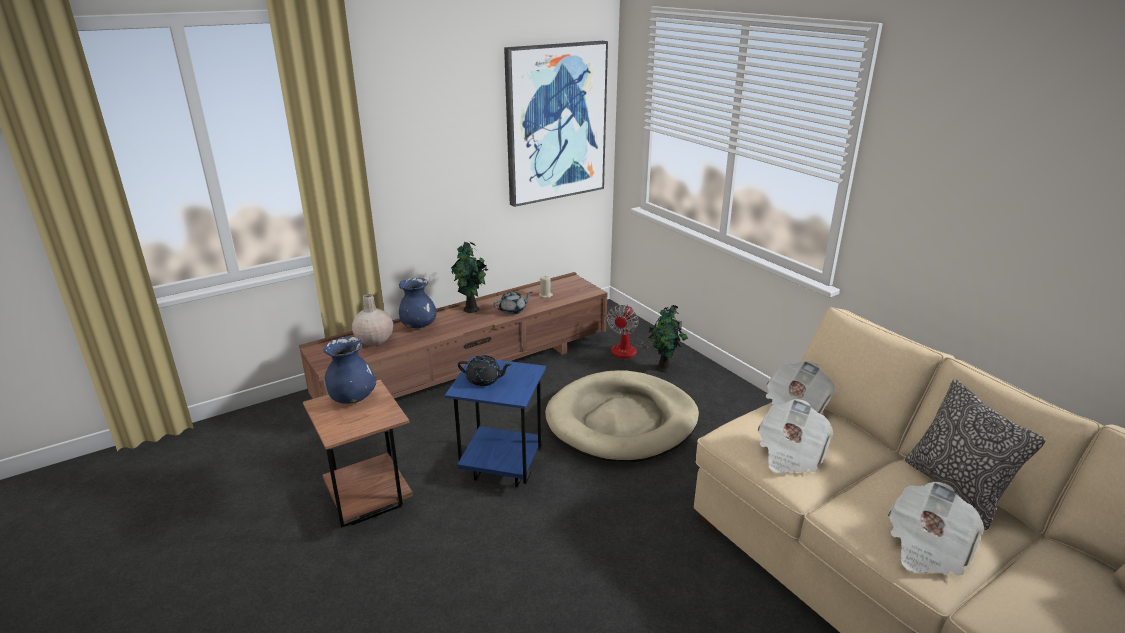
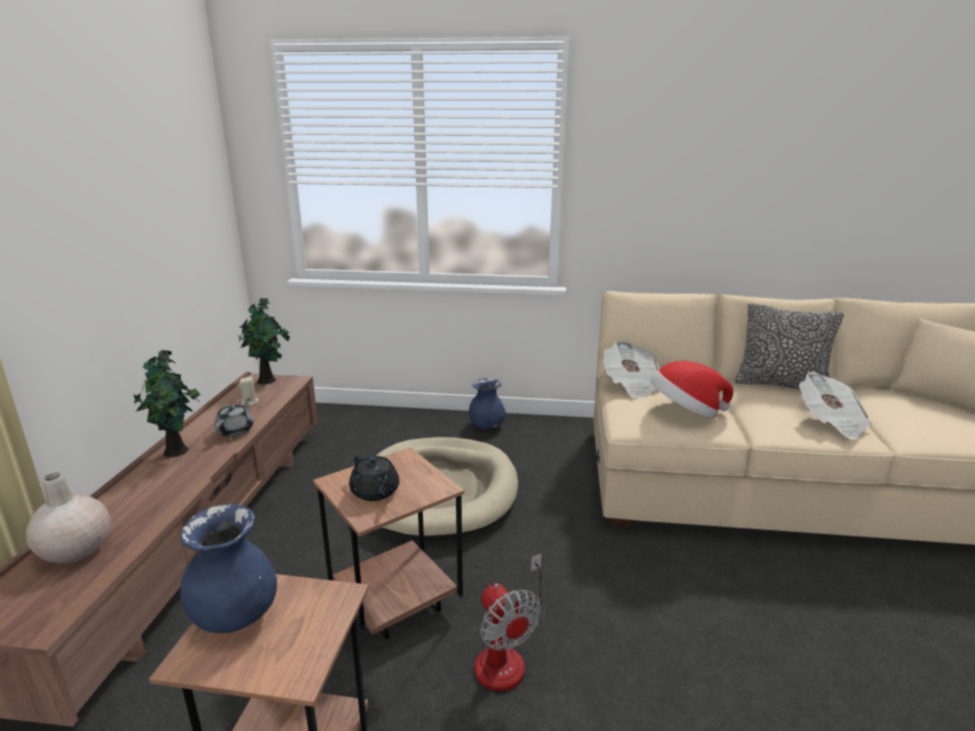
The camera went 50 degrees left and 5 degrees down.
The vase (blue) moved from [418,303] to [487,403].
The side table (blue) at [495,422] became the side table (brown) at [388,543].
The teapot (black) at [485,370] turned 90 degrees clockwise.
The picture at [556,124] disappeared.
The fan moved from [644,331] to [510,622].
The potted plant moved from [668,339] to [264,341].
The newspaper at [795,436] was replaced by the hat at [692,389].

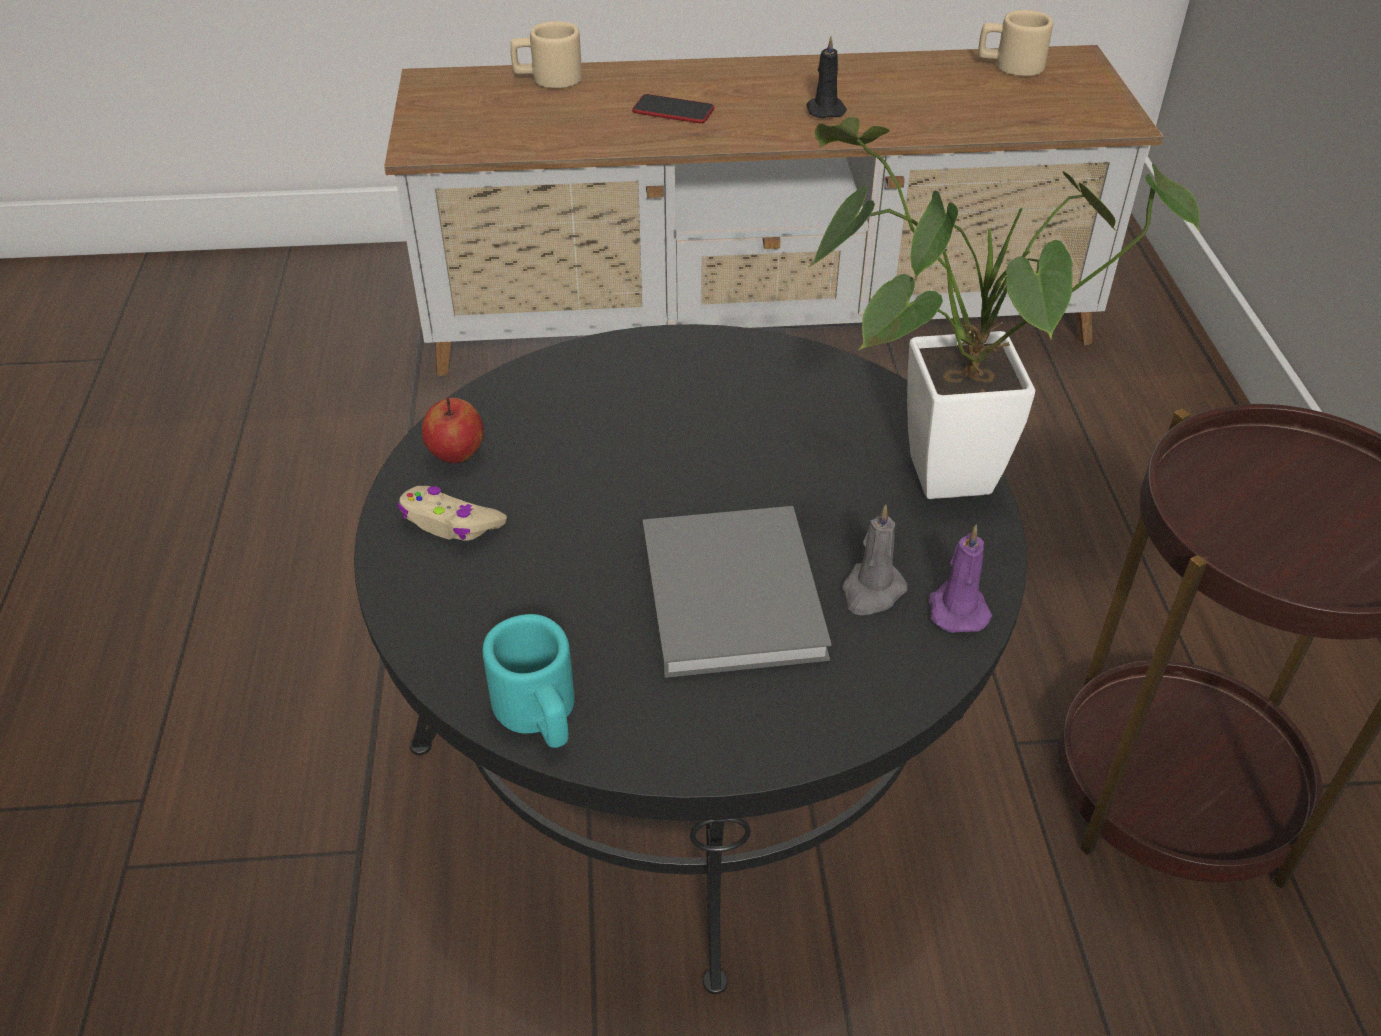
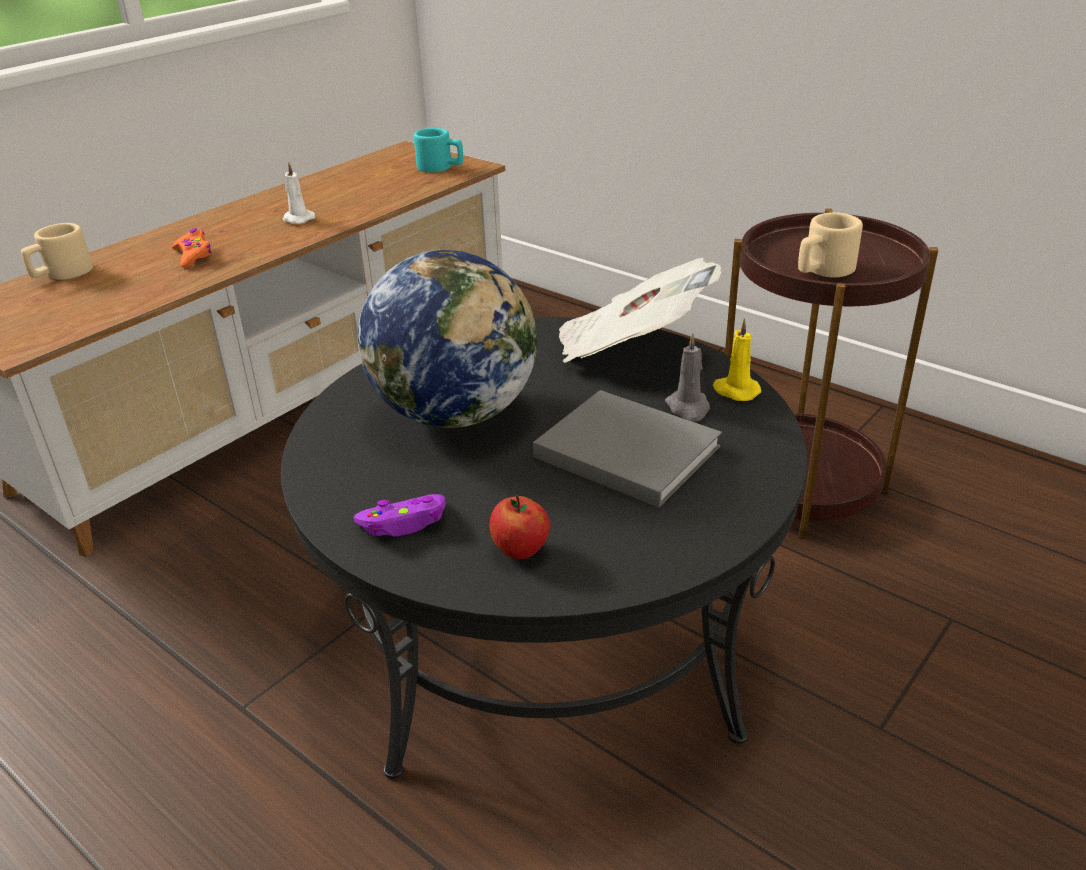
The camera went 45 degrees left and 10 degrees down.
The game controller (beige) at [452,513] became the game controller (purple) at [400,515].
The apple moved from [453,430] to [520,527].
The mug (turquoise) moved from [528,681] to [438,150].
The phone at [673,108] was replaced by the game controller (orange) at [191,248].
The candle (black) at [826,77] became the candle (white) at [299,193].
The potted plant at [1004,308] was replaced by the newspaper at [640,310].
The candle (purple) at [960,579] became the candle (yellow) at [737,359].
The mug (beige) moved from [1015,43] to [830,245].
The globe at [447,339] appeared.

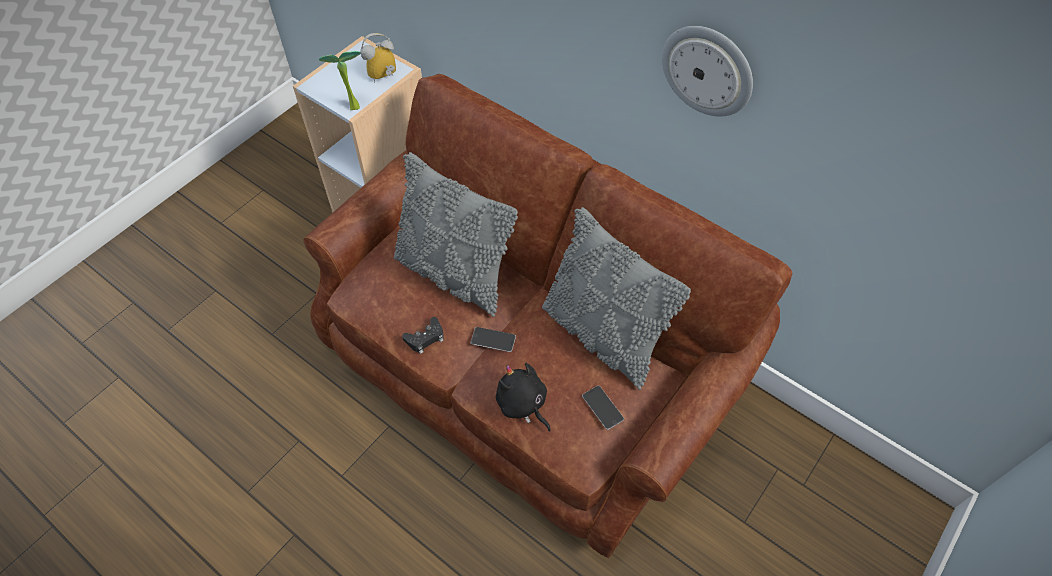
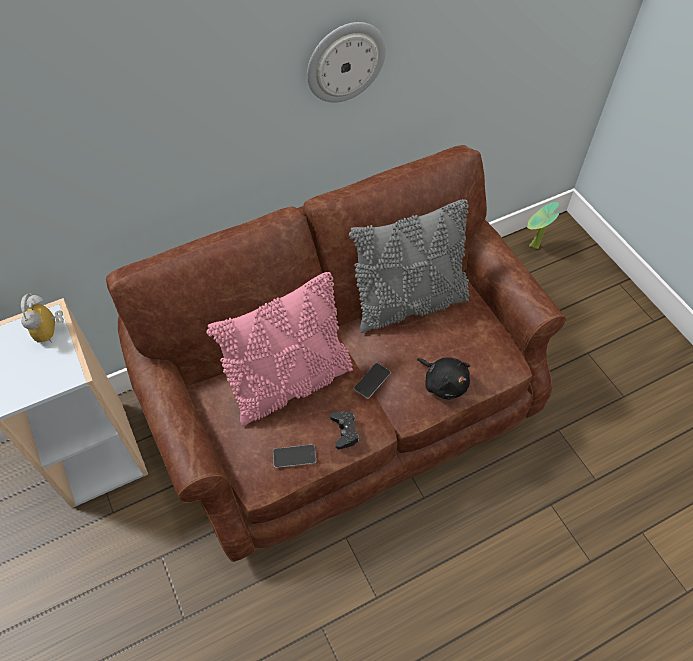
The camera went 65 degrees left and 0 degrees up.
The potted plant moved from [340,80] to [543,225].
The pillow (grey) at [456,234] became the pillow (pink) at [279,349].
The plush toy (black) at [523,397] turned 120 degrees counterclockwise.
The phone moved from [603,408] to [294,456].

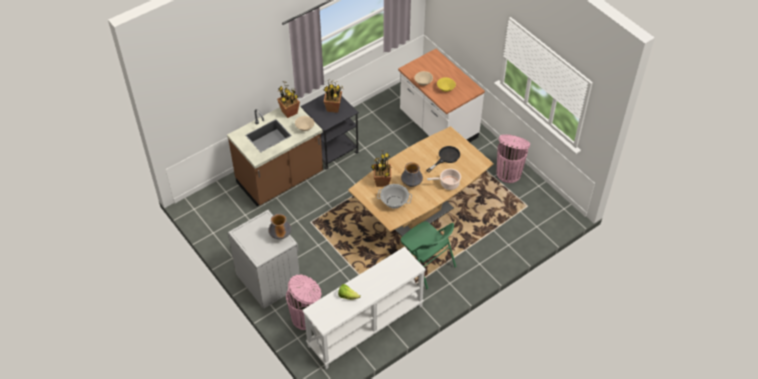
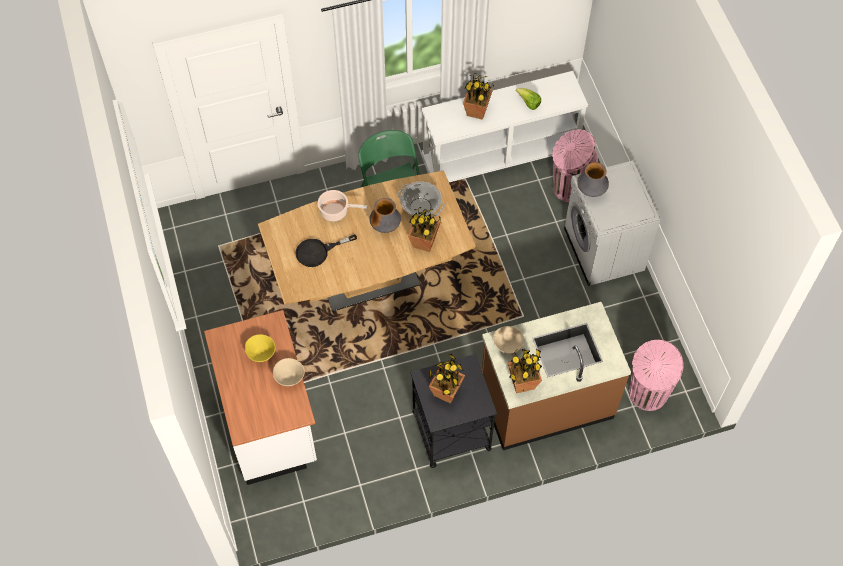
The camera went 160 degrees left and 10 degrees up.
The trash can (pink) moved from [513,158] to [656,375].
The potted plant at [479,96] appeared.

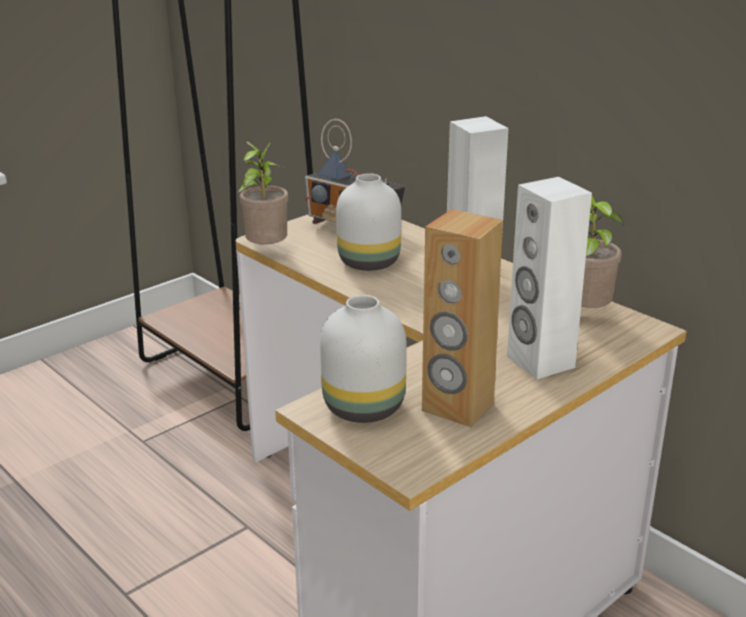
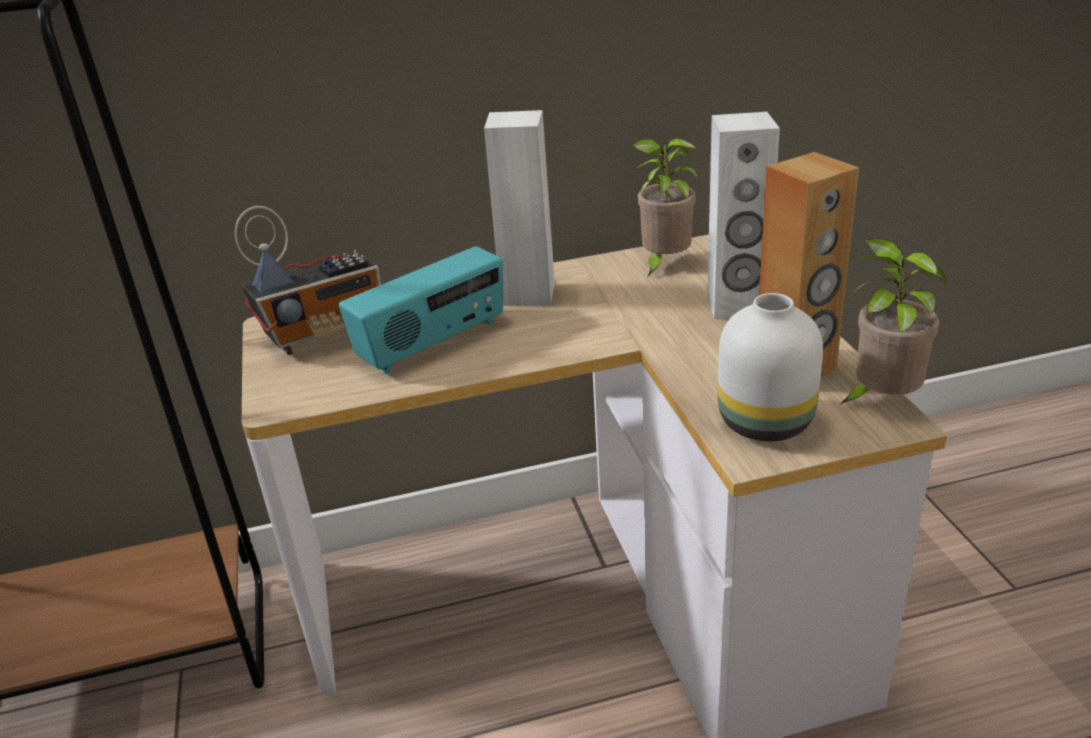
The camera went 60 degrees left and 5 degrees up.
The potted plant moved from [263,193] to [893,321].
The vase (white) at [368,222] was replaced by the radio at [421,310].

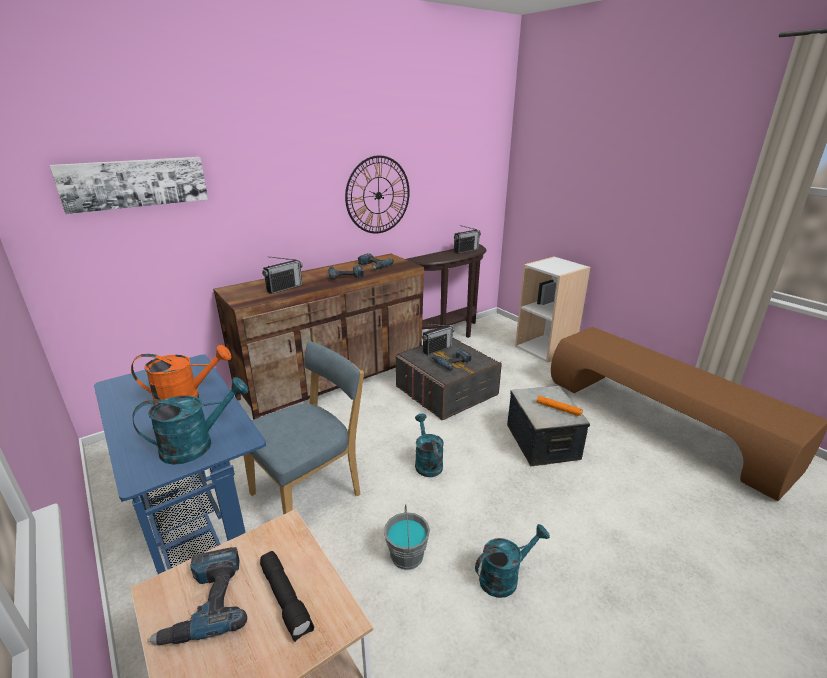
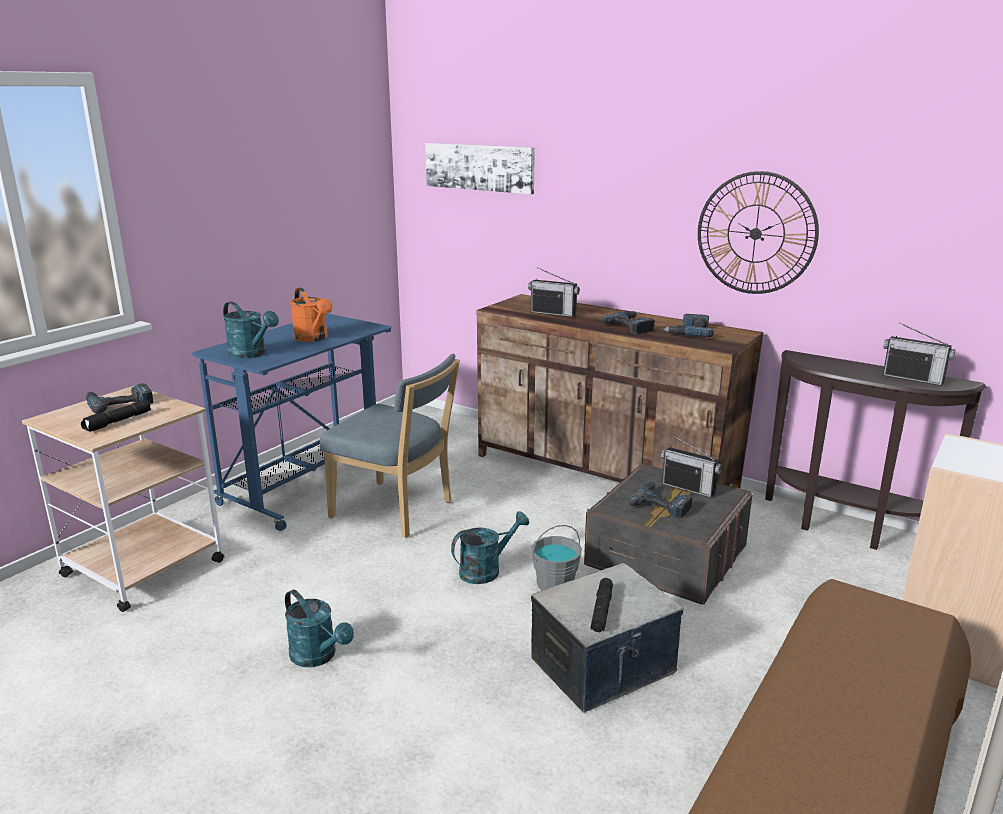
The camera went 70 degrees right and 5 degrees down.
The bucket (grey) moved from [407,537] to [556,558].
The flashlight (orange) at [560,406] became the flashlight (black) at [601,605].

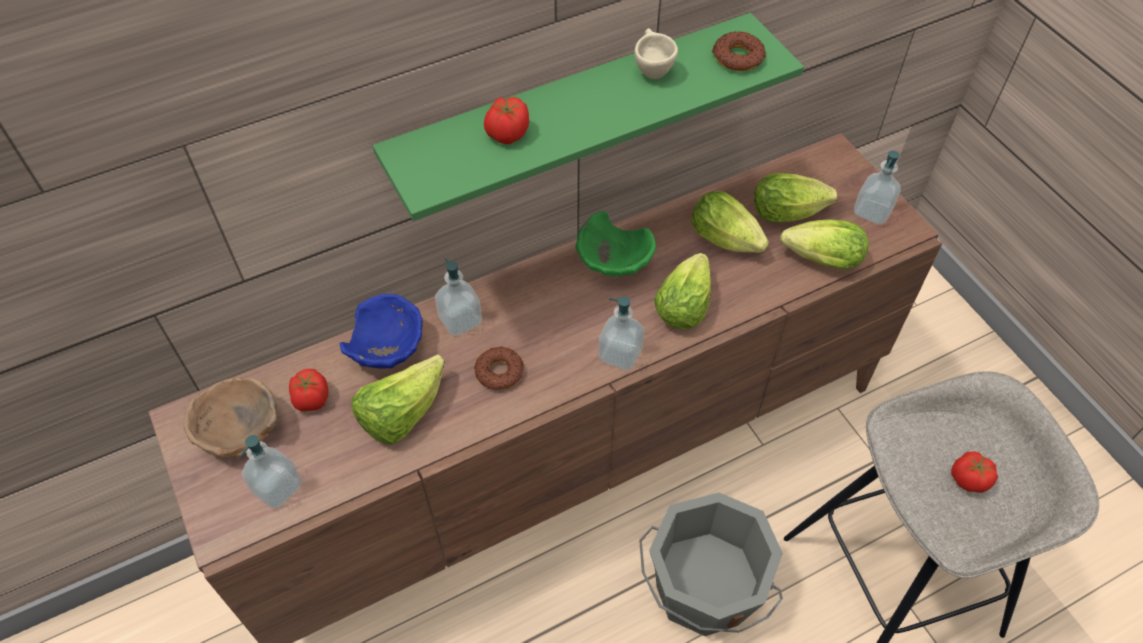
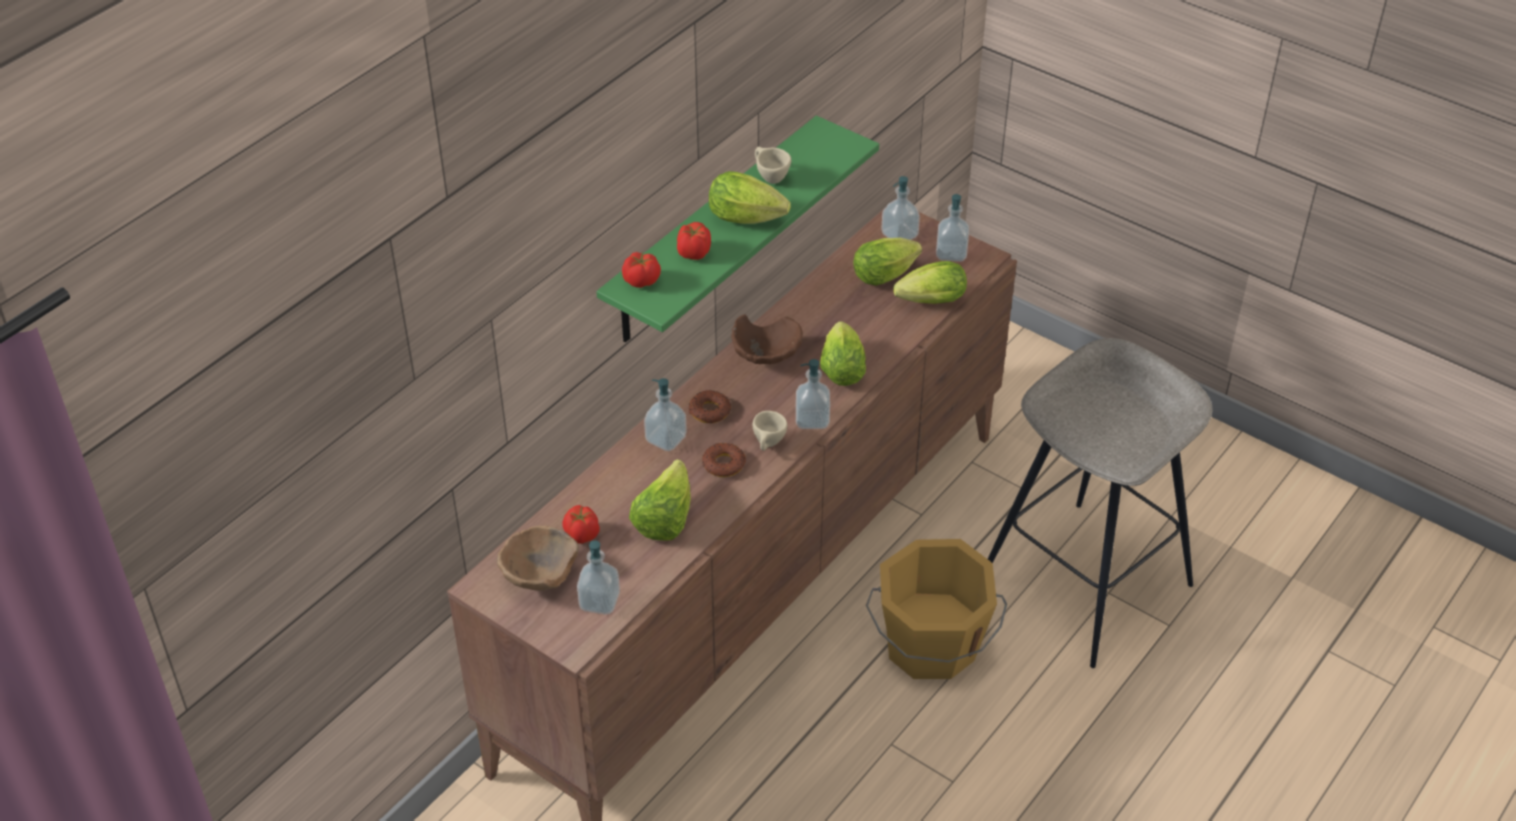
The camera went 25 degrees left and 10 degrees down.
The bowl (blue) at [381,331] disappeared.
The bowl (green) at [616,244] became the bowl (brown) at [767,339].
The bucket (grey) at [711,564] became the bucket (orange) at [936,609].
The lettuce moved from [730,222] to [750,197].
The donut moved from [739,51] to [710,406].
The tomato moved from [974,472] to [641,270].
The cup (beige) at [770,431] appeared.
The soap dispenser at [900,208] appeared.

